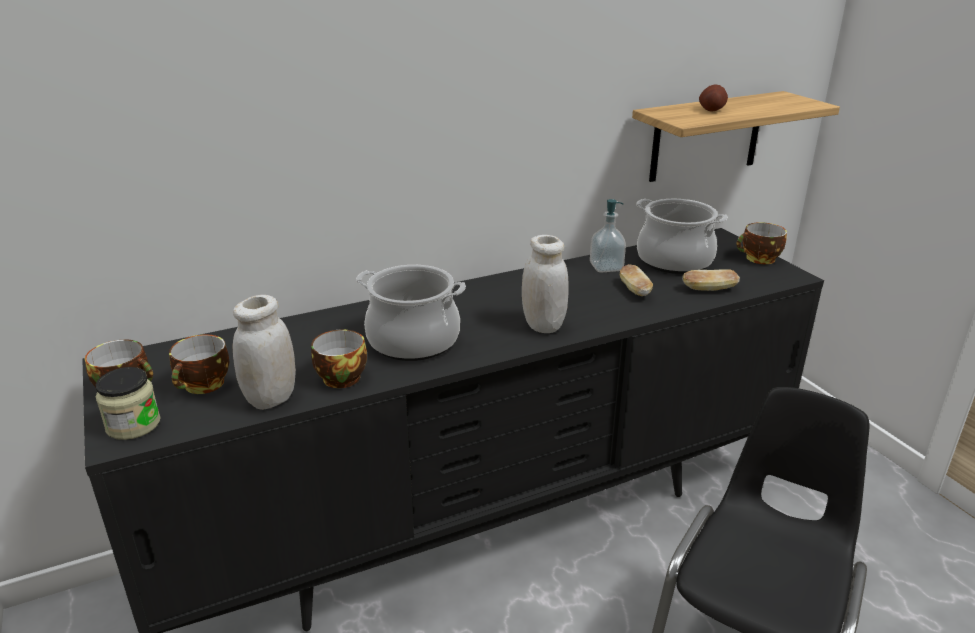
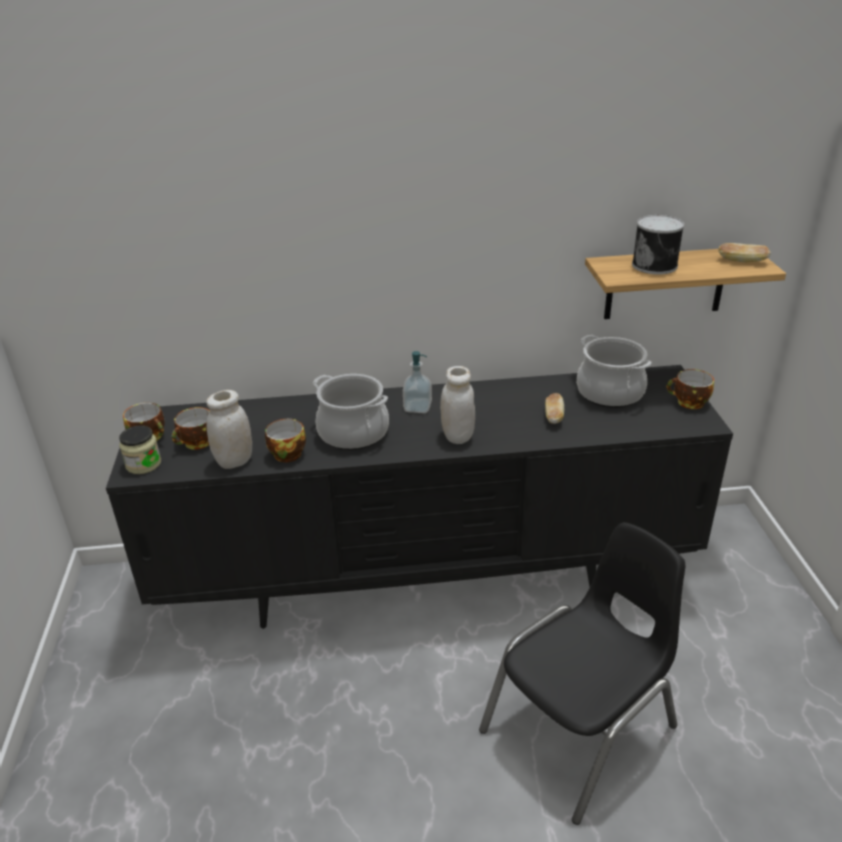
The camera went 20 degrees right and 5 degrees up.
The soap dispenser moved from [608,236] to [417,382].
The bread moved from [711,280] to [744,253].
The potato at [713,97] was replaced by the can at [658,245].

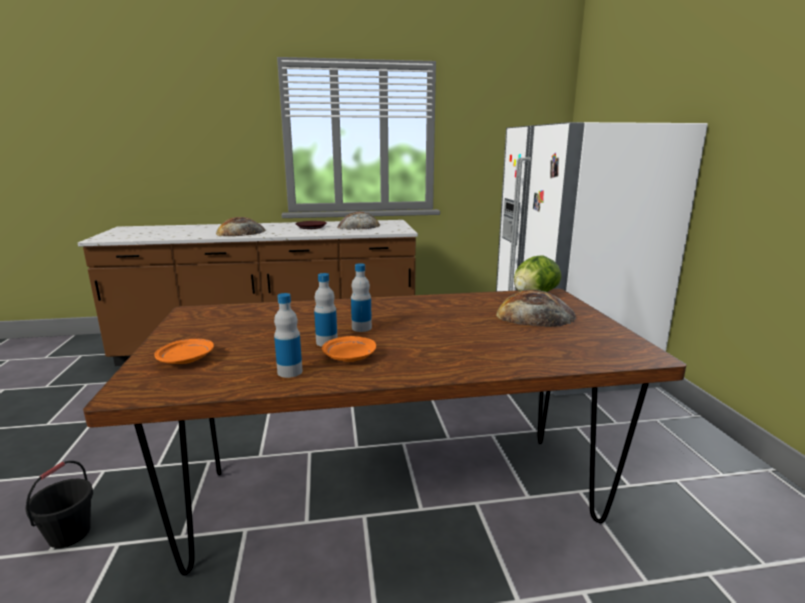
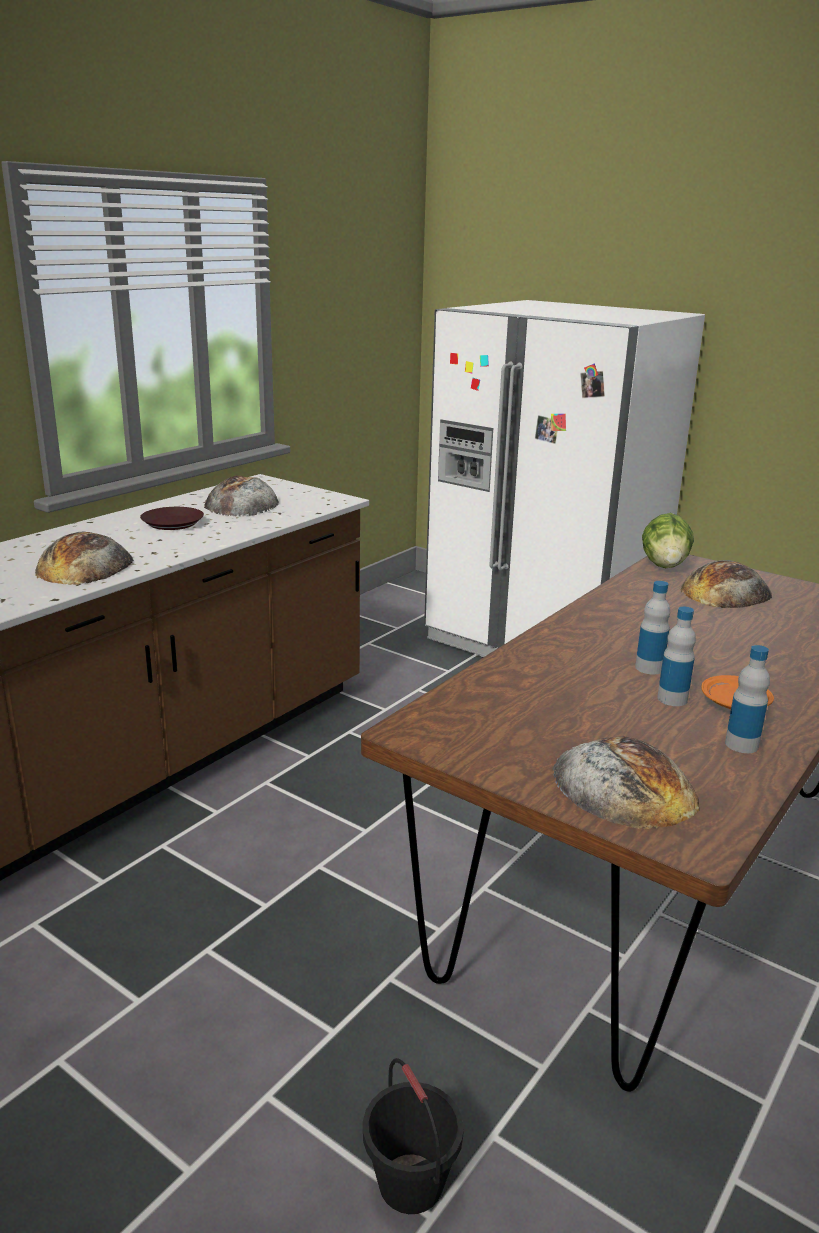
The camera went 45 degrees left and 5 degrees up.
The plate (orange) at [184,351] was replaced by the bread at [625,782].

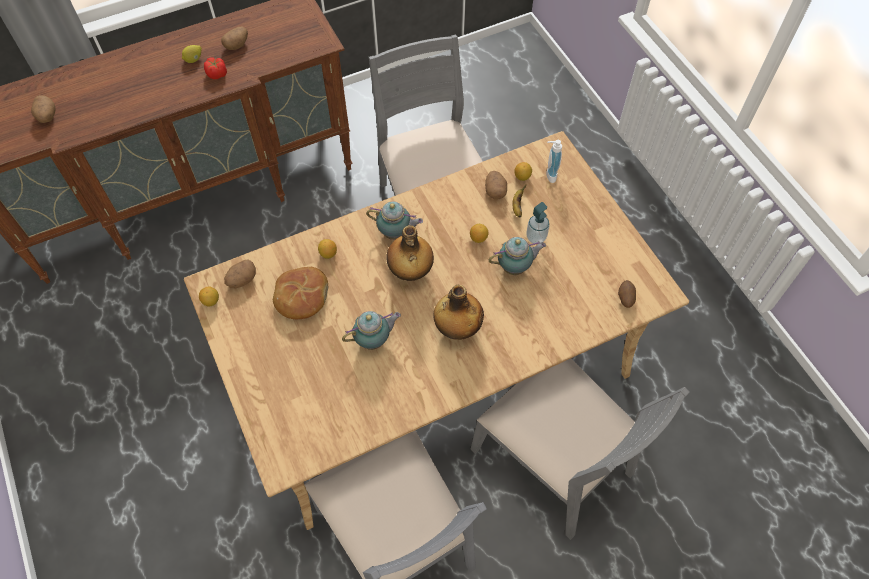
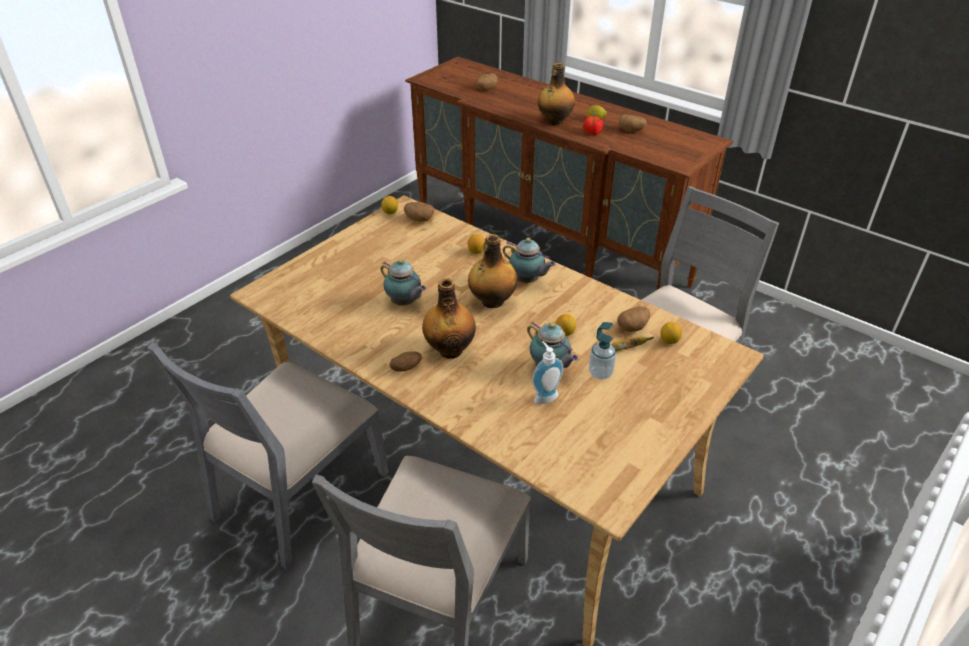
The camera went 65 degrees right and 20 degrees down.
The bread at [300,293] disappeared.
The teapot at [394,221] turned 45 degrees counterclockwise.
The soap dispenser moved from [554,161] to [548,372].
The potato moved from [627,294] to [405,361].
The bottle at [556,94] appeared.

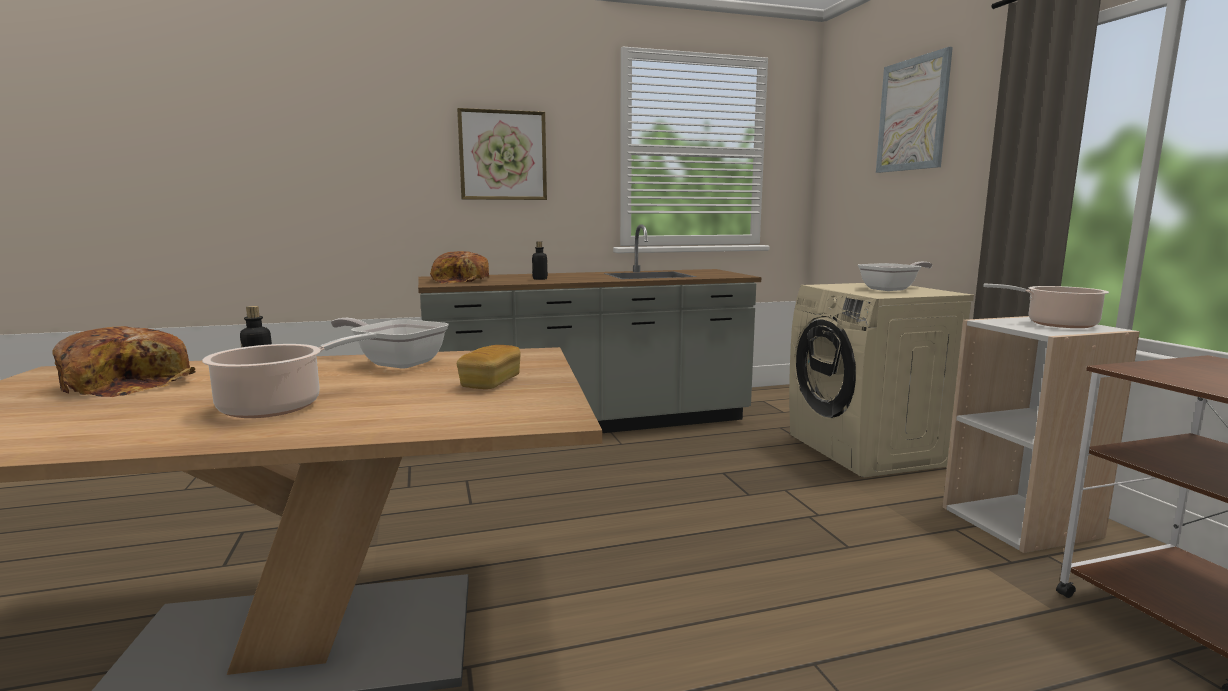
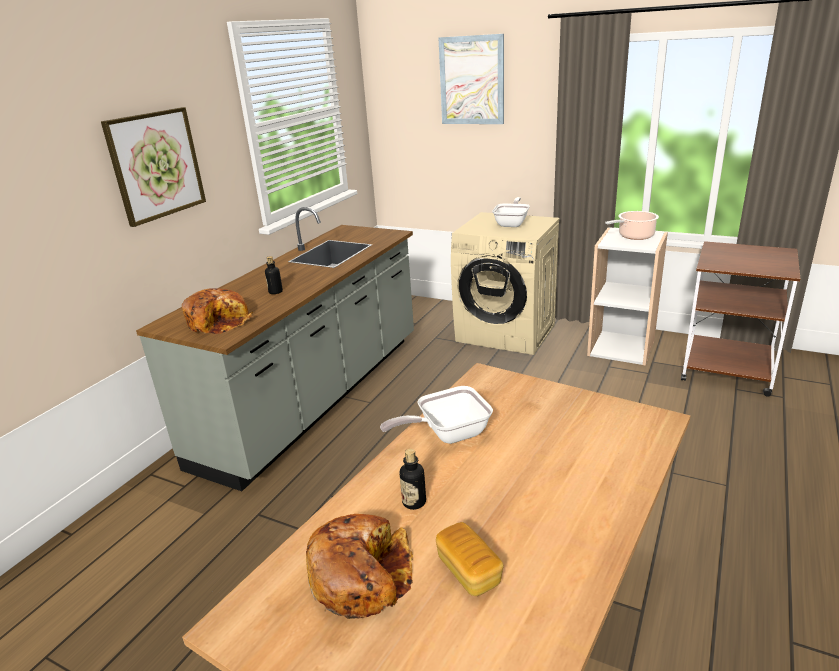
The camera went 45 degrees left and 15 degrees up.
The cooking pot at [289,375] disappeared.
The bread moved from [489,367] to [470,559].

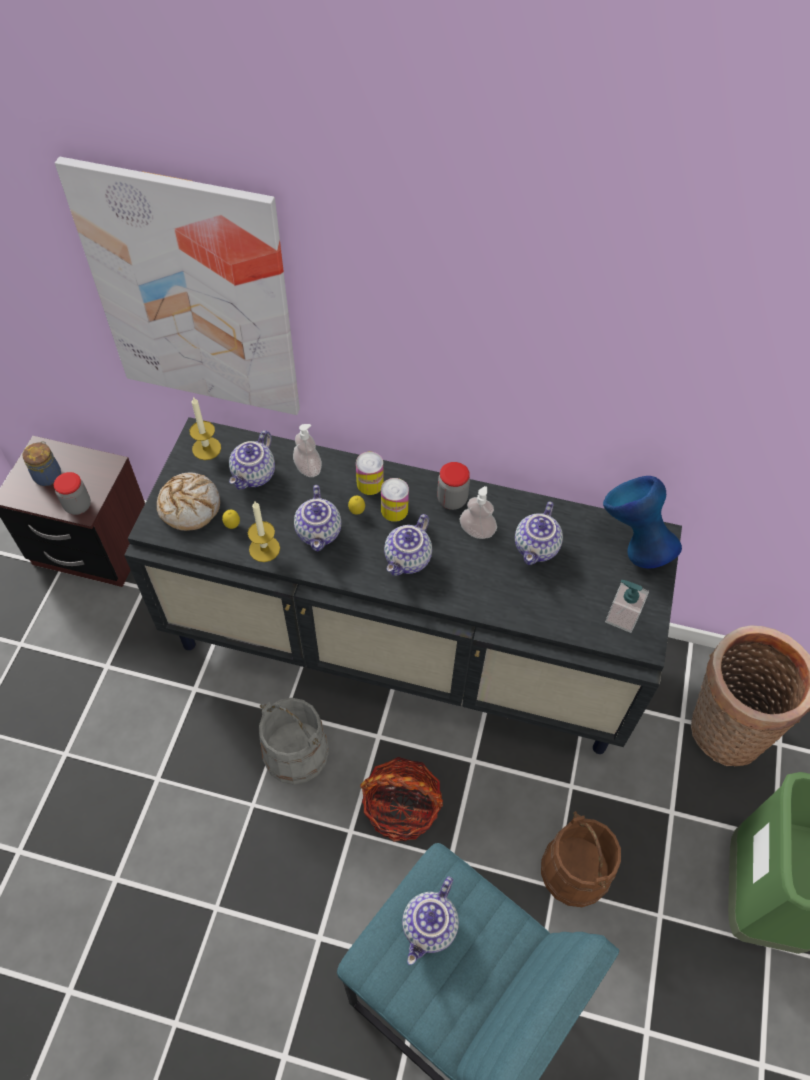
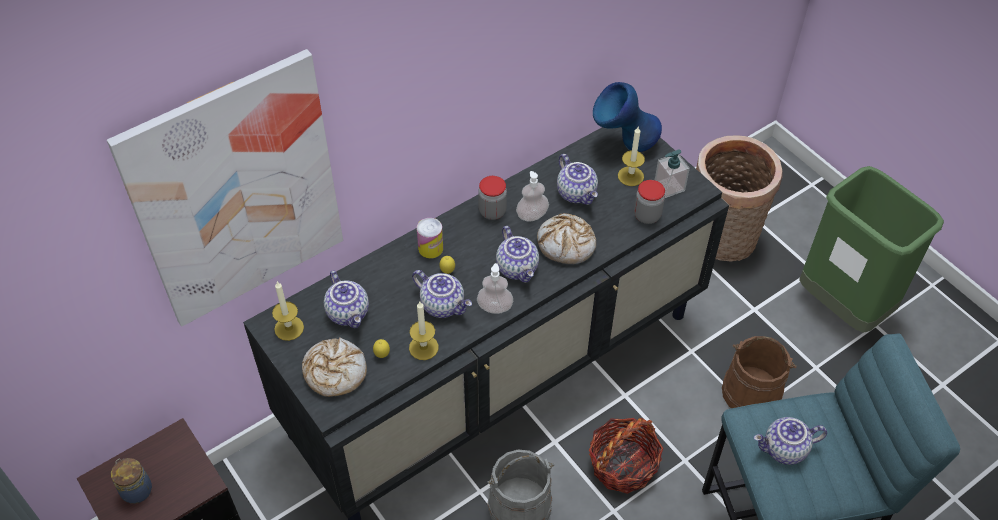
The camera went 50 degrees left and 5 degrees down.
The jar moved from [72,493] to [649,202].
The soap dispenser moved from [307,450] to [495,288].
The can at [395,500] disappeared.
The teapot at [430,920] turned 105 degrees clockwise.
The bread at [566,238] appeared.
The candle at [631,156] appeared.

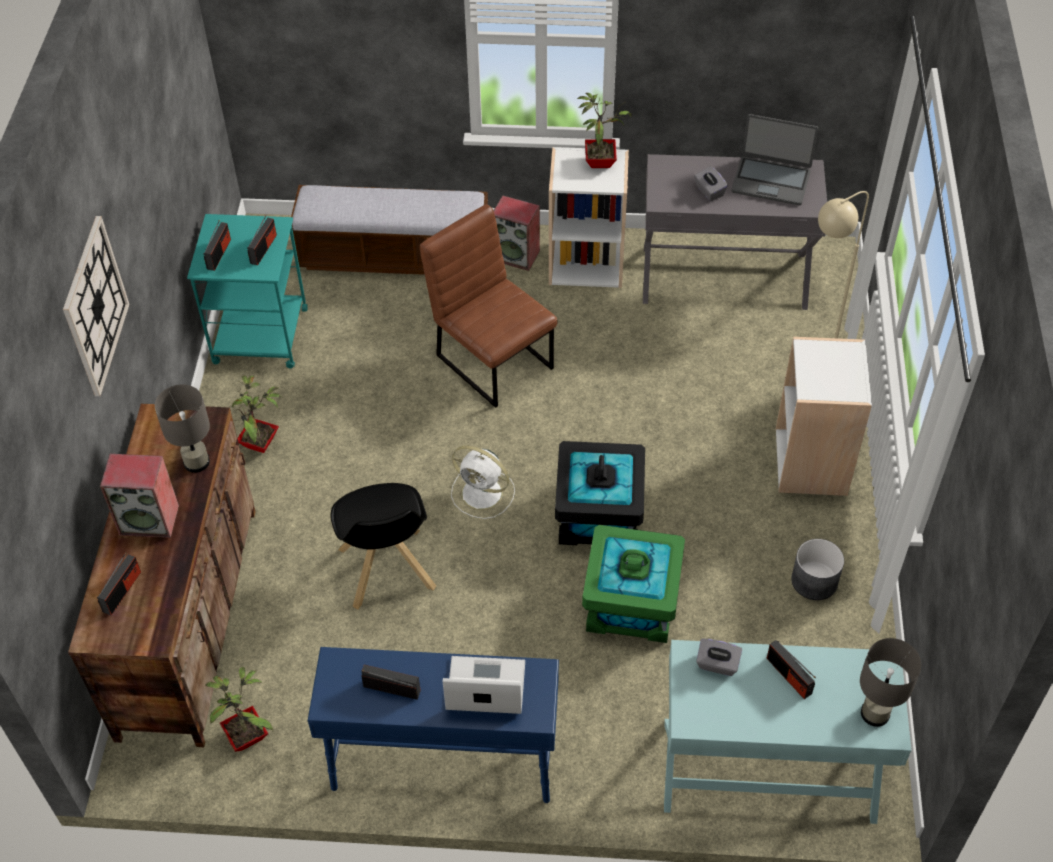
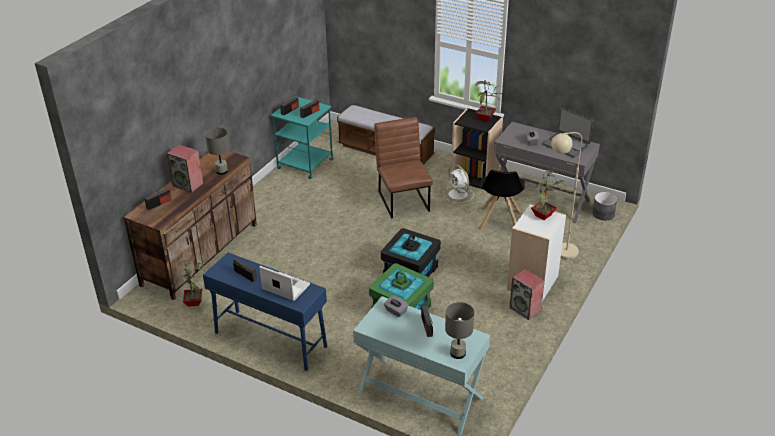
The camera went 25 degrees right and 15 degrees down.
The wall clock at [96,306] disappeared.
The potted plant moved from [257,414] to [548,195].
The chair (black) moved from [383,546] to [502,200].
The fan (white) moved from [483,482] to [458,183].
The speaker moved from [517,233] to [527,294].
The bookcase (white) at [589,217] became the bookcase (black) at [477,149].
The planter (grey) moved from [817,569] to [604,206].

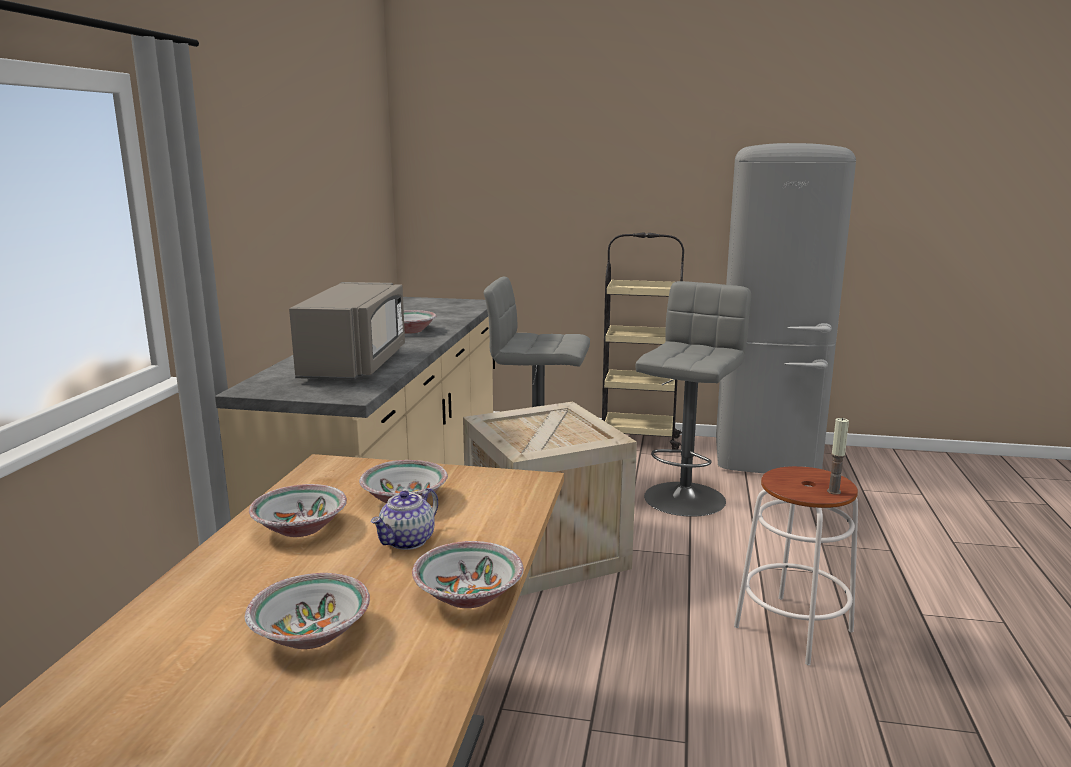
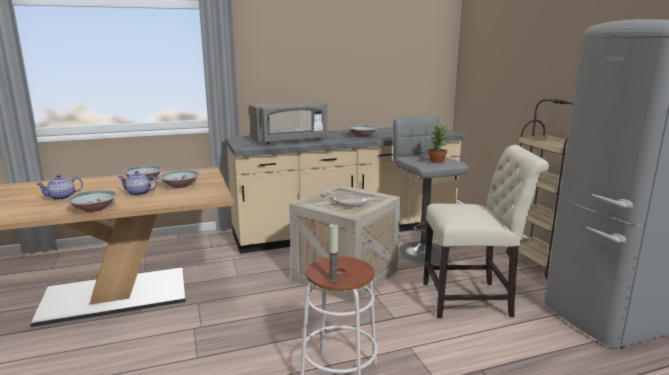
The camera went 60 degrees right and 0 degrees up.
The bowl at [307,611] was replaced by the teapot at [59,187].
The stool (grey) at [693,399] was replaced by the chair (beige) at [486,232].
The frying pan at [345,198] appeared.
The potted plant at [437,142] appeared.

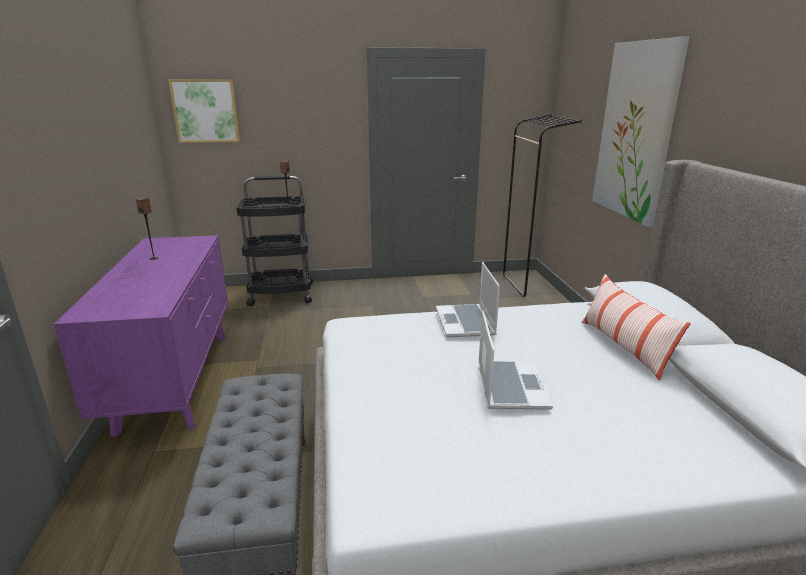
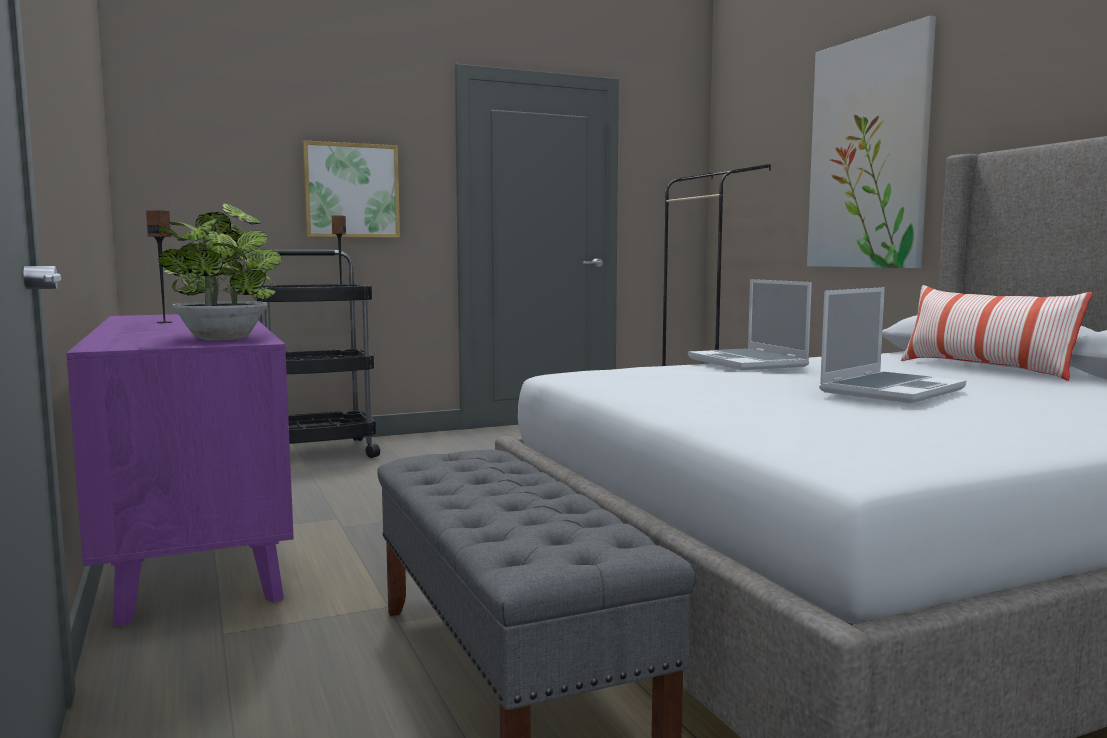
The camera went 15 degrees left and 15 degrees down.
The picture moved from [204,111] to [351,189].
The laptop at [515,360] turned 60 degrees clockwise.
The potted plant at [219,272] appeared.

